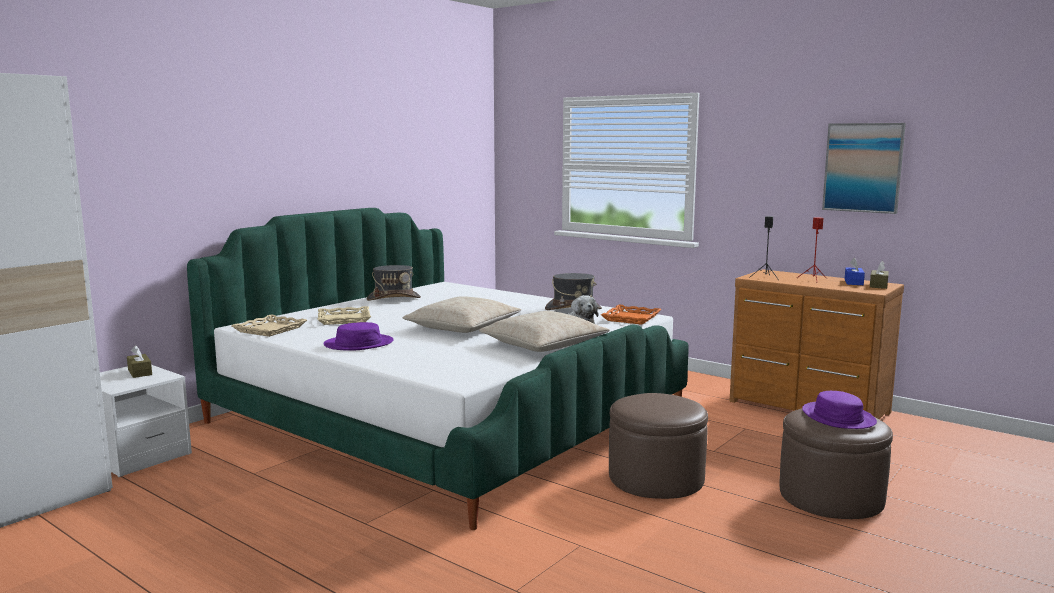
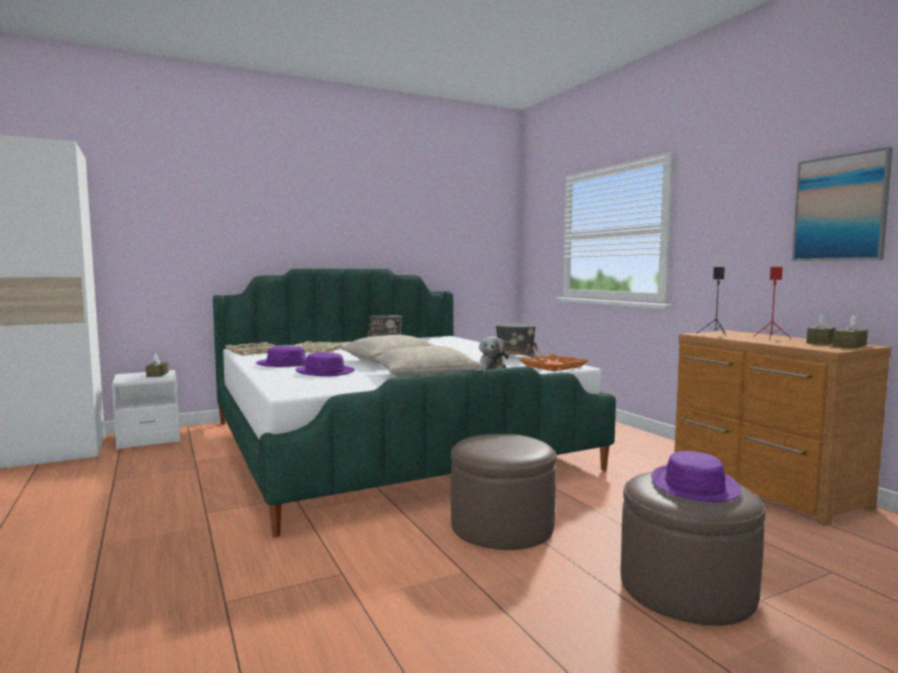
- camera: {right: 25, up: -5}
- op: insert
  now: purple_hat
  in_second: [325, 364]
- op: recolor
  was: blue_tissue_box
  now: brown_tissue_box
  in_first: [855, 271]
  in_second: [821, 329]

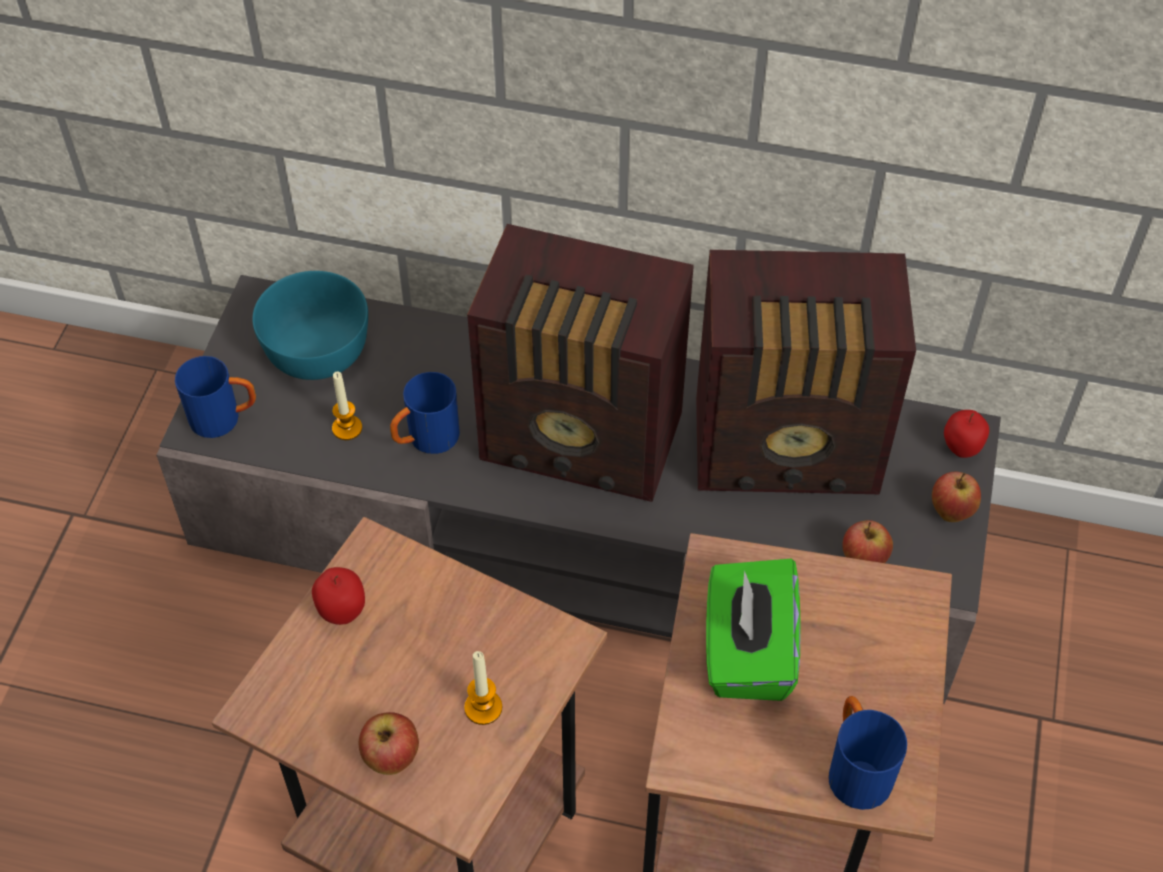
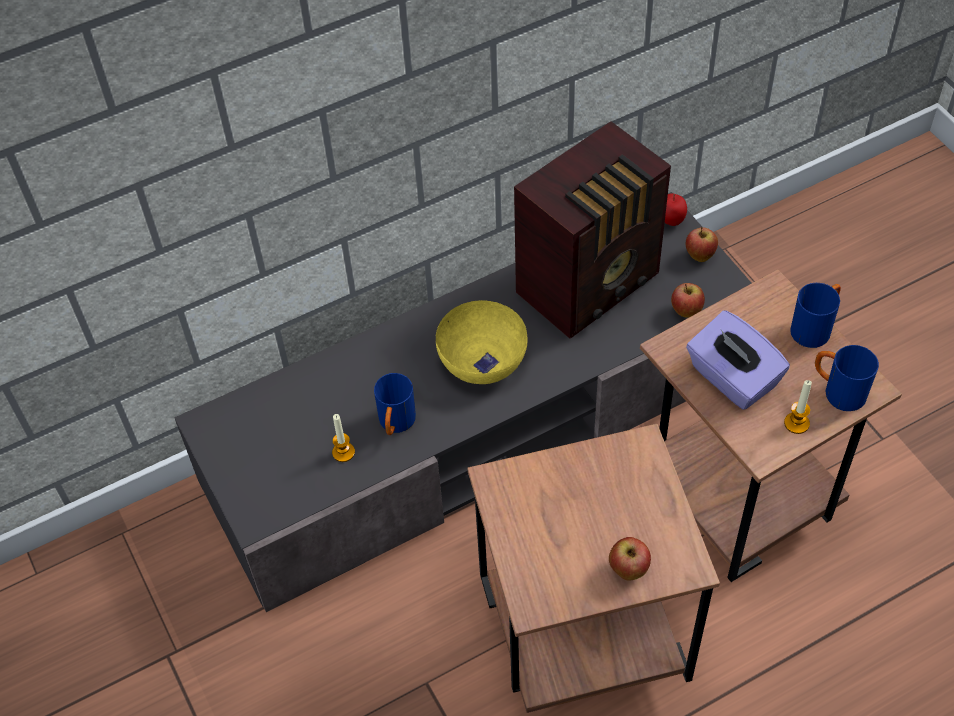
- camera: {right: -40, up: 0}
- op: replace
  was: radio
  now: yellow_bowl
  in_first: [580, 363]
  in_second: [481, 342]
- op: recolor
  was: green_tissue_box
  now: purple_tissue_box
  in_first: [753, 630]
  in_second: [738, 360]
- op: move
  was: candle
  in_first: [483, 688]
  in_second: [798, 407]
- op: move
  was: blue_mug
  in_first: [215, 397]
  in_second: [815, 315]
- op: delete
  was: turquoise_bowl
  in_first: [310, 325]
- op: delete
  was: apple
  in_first: [338, 596]

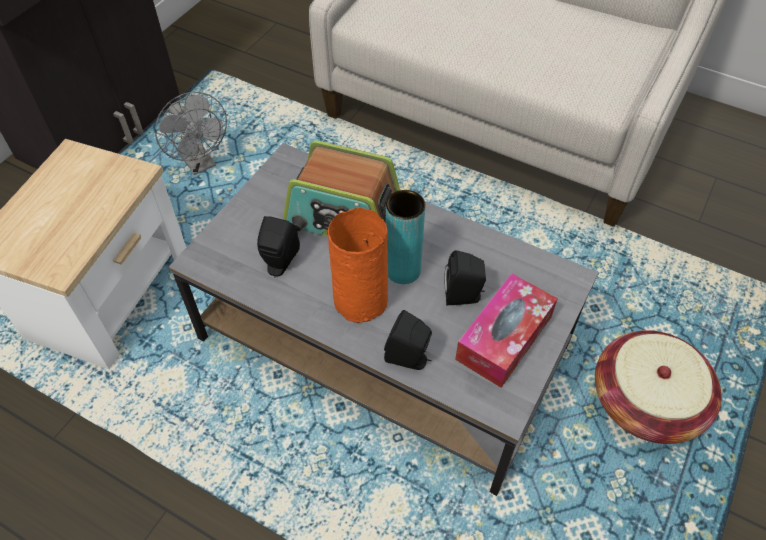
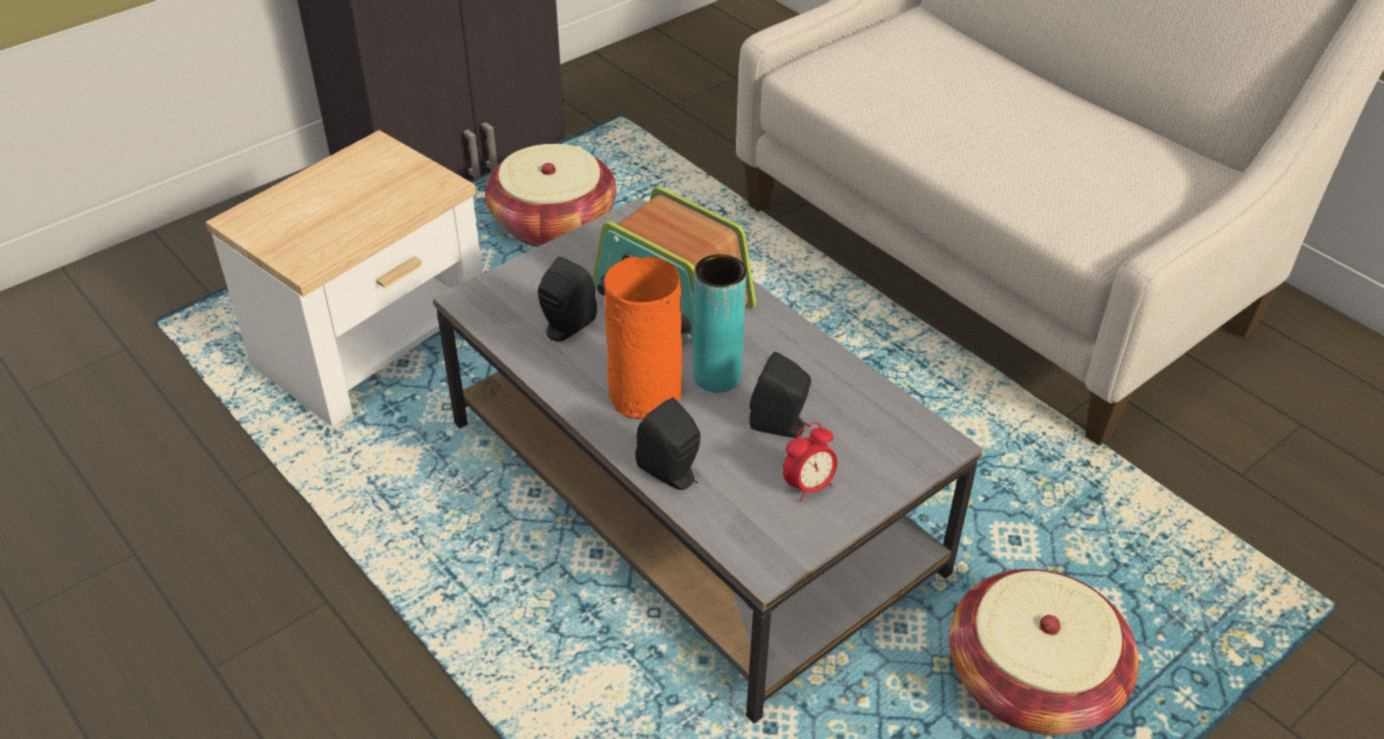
- camera: {right: 20, up: -10}
- op: replace
  was: grey_fan
  now: basket
  in_first: [191, 133]
  in_second: [550, 195]
- op: replace
  was: tissue_box
  now: alarm_clock
  in_first: [506, 330]
  in_second: [810, 462]

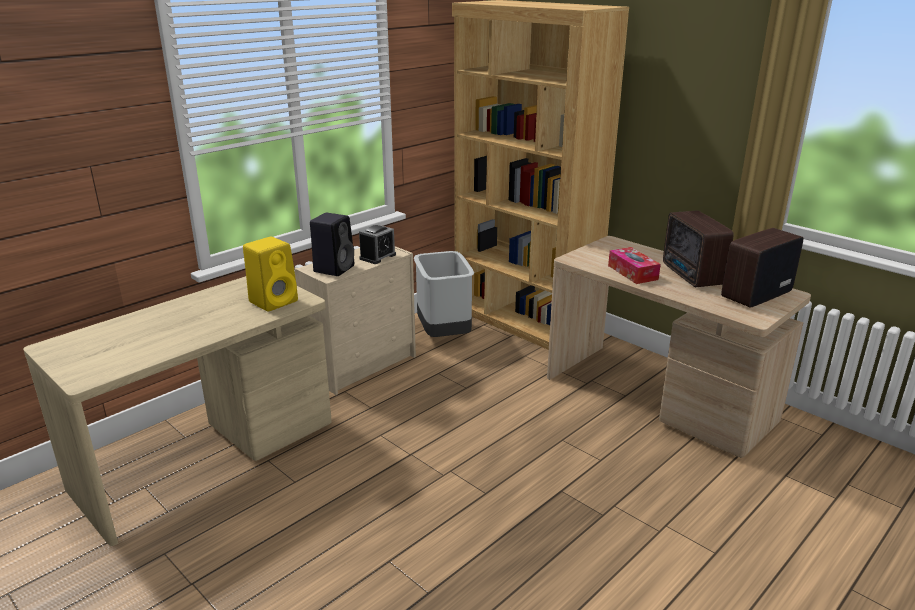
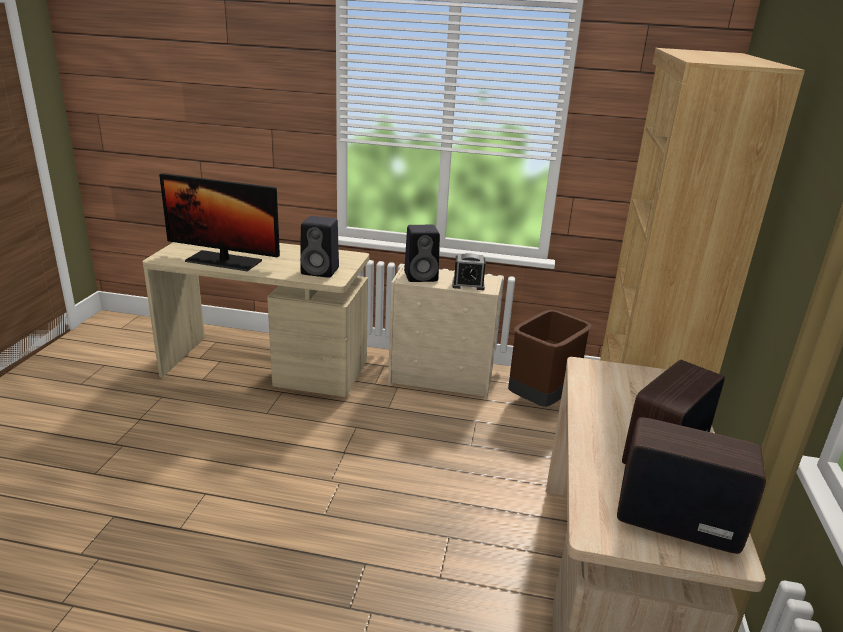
- camera: {right: 55, up: 0}
- op: insert
  now: monitor
  in_second: [219, 222]
- op: recolor
  was: yellow_speaker
  now: black_speaker
  in_first: [270, 273]
  in_second: [319, 247]
- op: recolor
  was: grey_trash_can
  now: brown_trash_can
  in_first: [444, 294]
  in_second: [550, 358]
- op: delete
  was: tissue_box
  in_first: [634, 265]

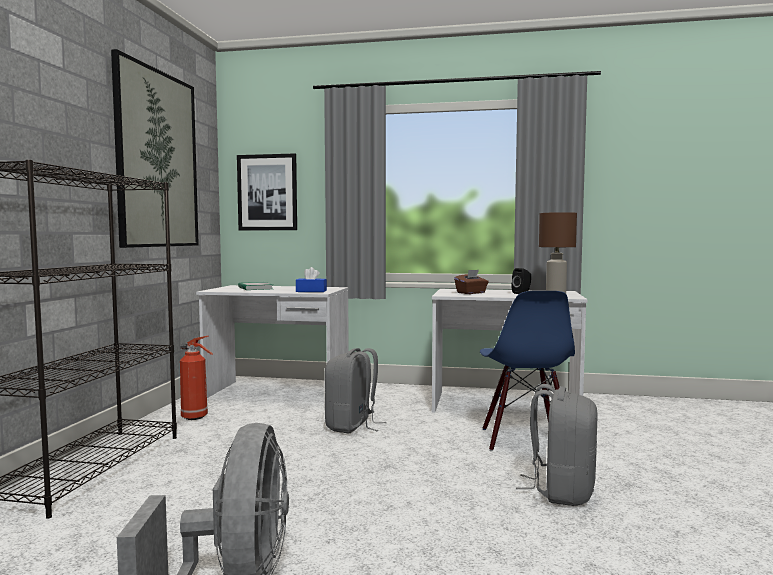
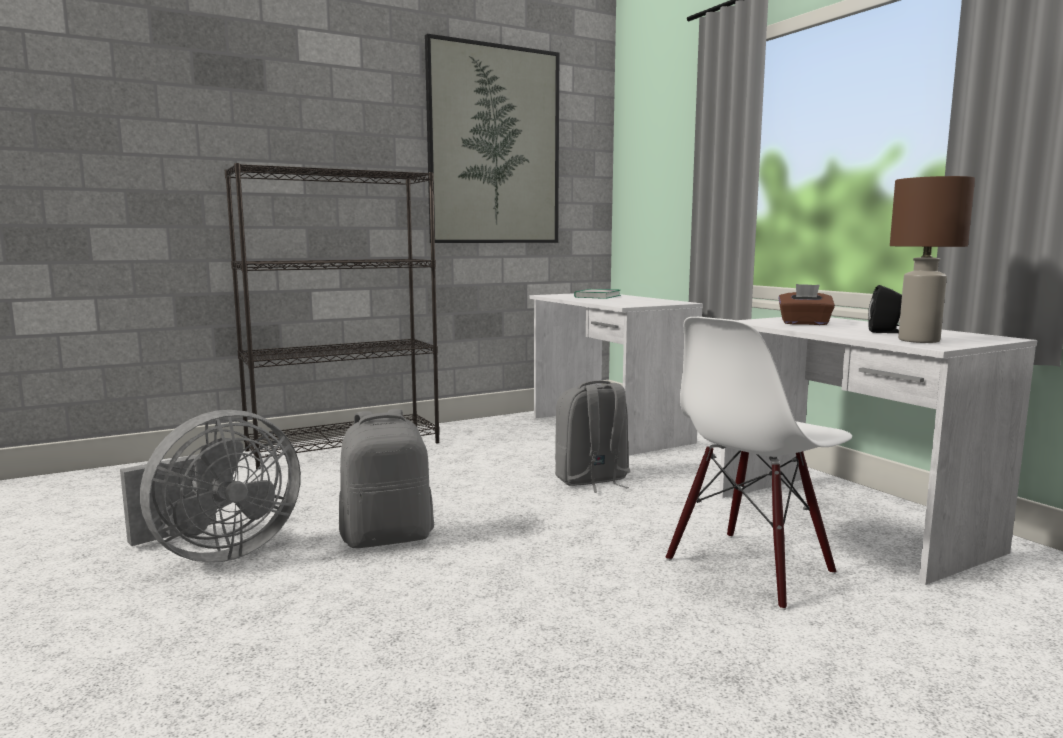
- camera: {right: 50, up: 5}
- op: move
  was: grey_backpack
  in_first: [557, 445]
  in_second: [386, 478]
- op: recolor
  was: blue_chair
  now: white_chair
  in_first: [527, 371]
  in_second: [759, 463]
- op: delete
  was: fire_extinguisher
  in_first: [196, 378]
- op: delete
  was: picture
  in_first: [267, 191]
- op: delete
  was: blue_tissue_box
  in_first: [311, 279]

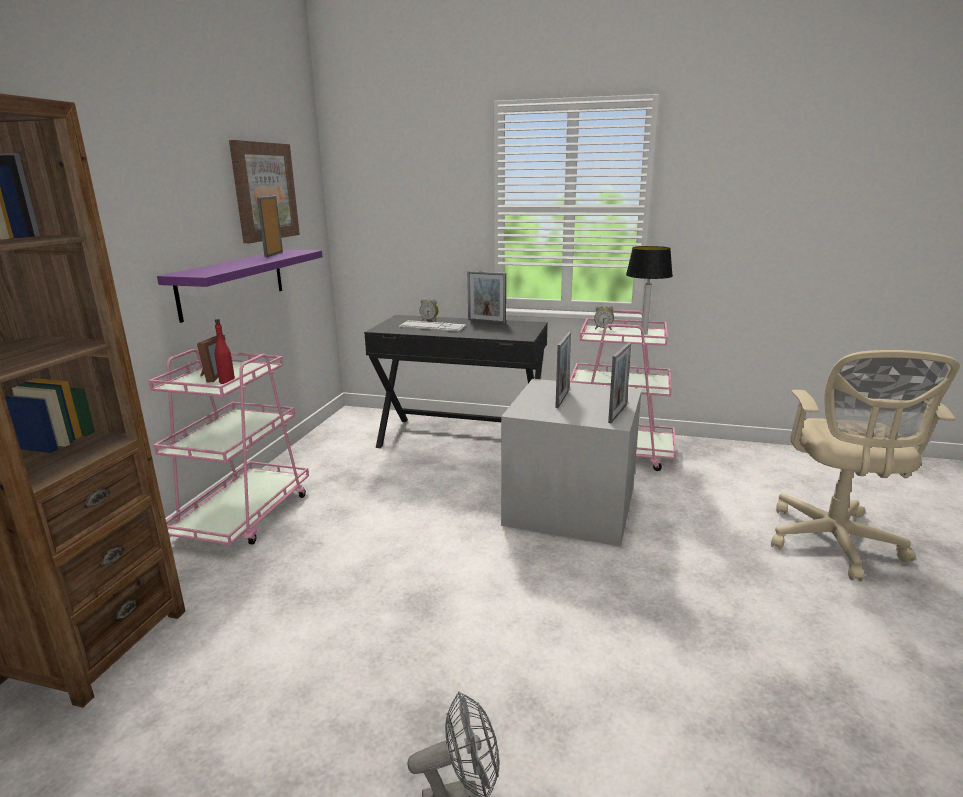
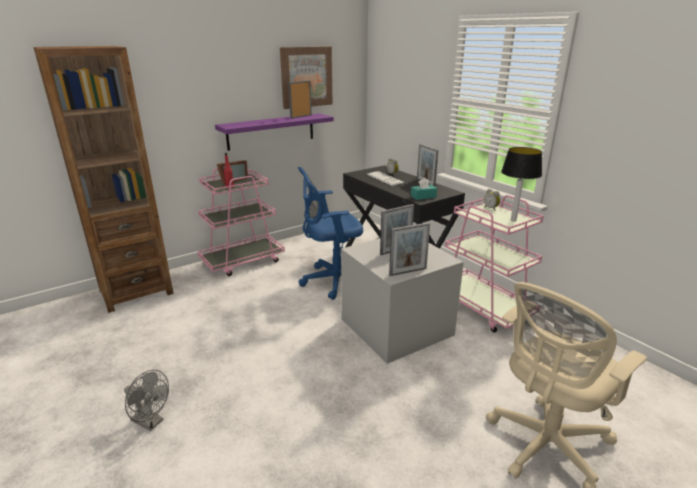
- camera: {right: 40, up: 5}
- op: insert
  now: blue_office_chair
  in_second: [330, 233]
- op: insert
  now: turquoise_tissue_box
  in_second: [424, 189]

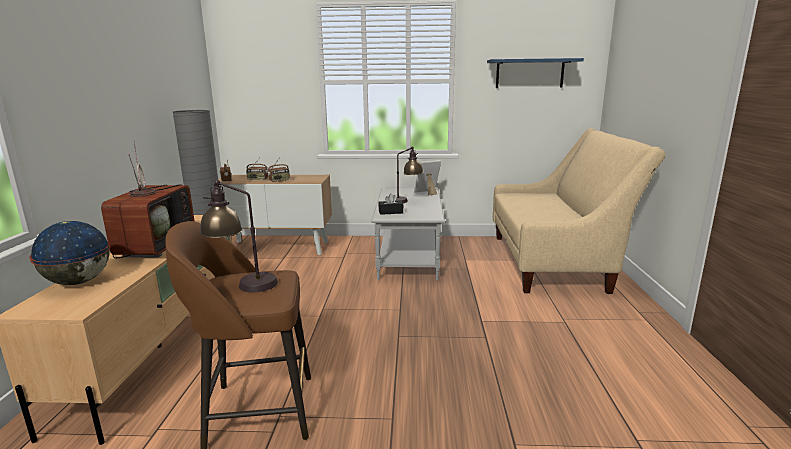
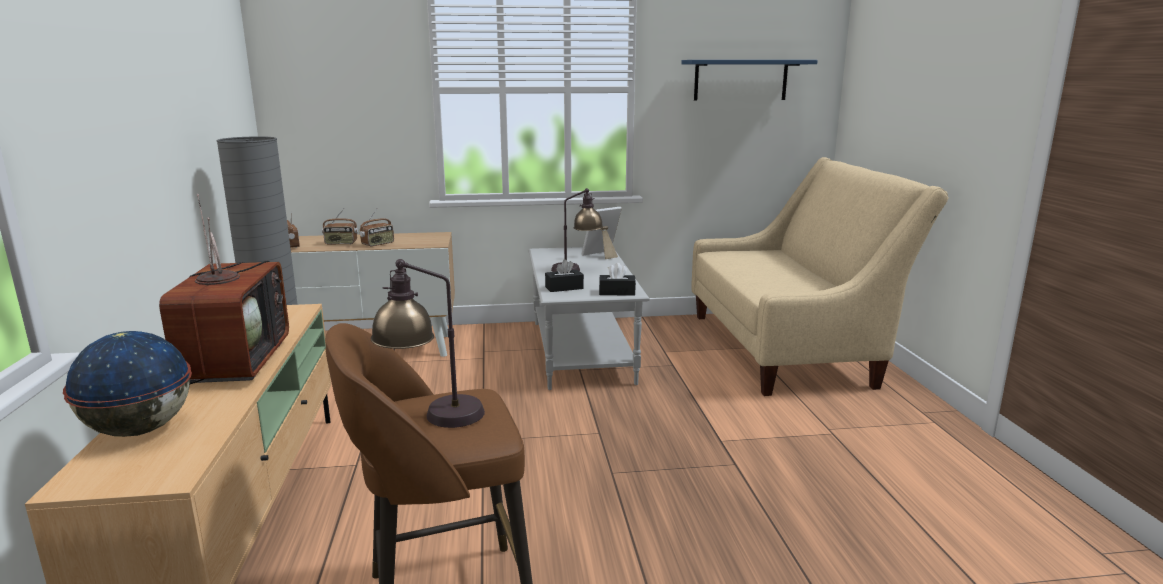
- camera: {right: -10, up: 0}
- op: insert
  now: black_tissue_box
  in_second: [617, 279]

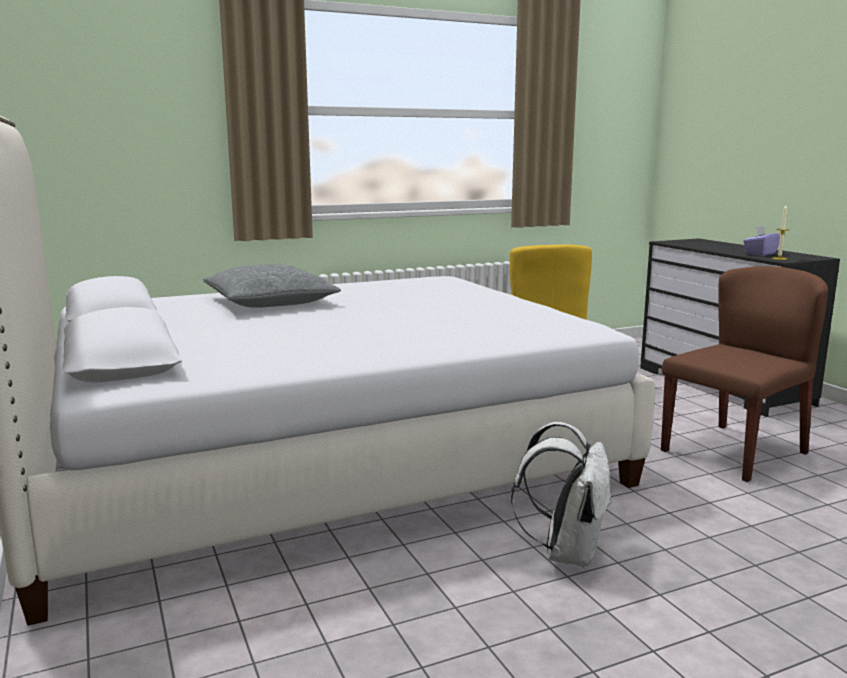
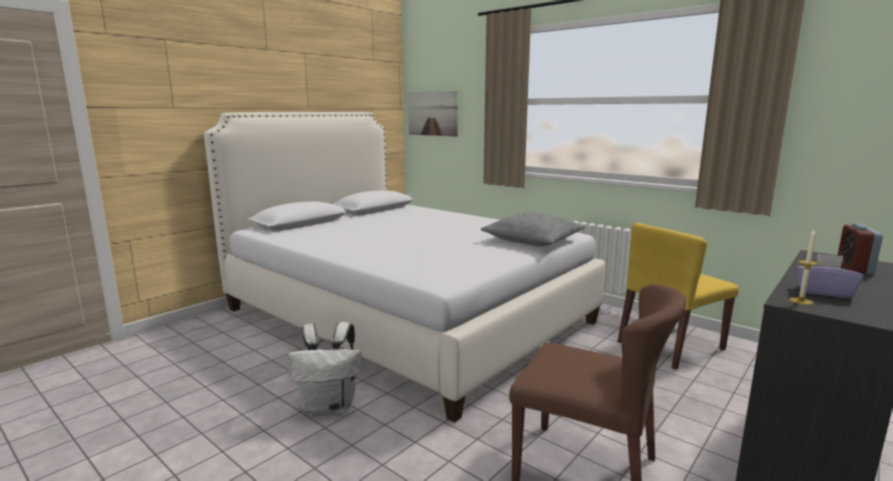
- camera: {right: 65, up: 0}
- op: insert
  now: picture
  in_second: [433, 113]
- op: move
  was: grey_pillow
  in_first: [272, 286]
  in_second: [533, 229]
- op: insert
  now: alarm_clock
  in_second: [860, 249]

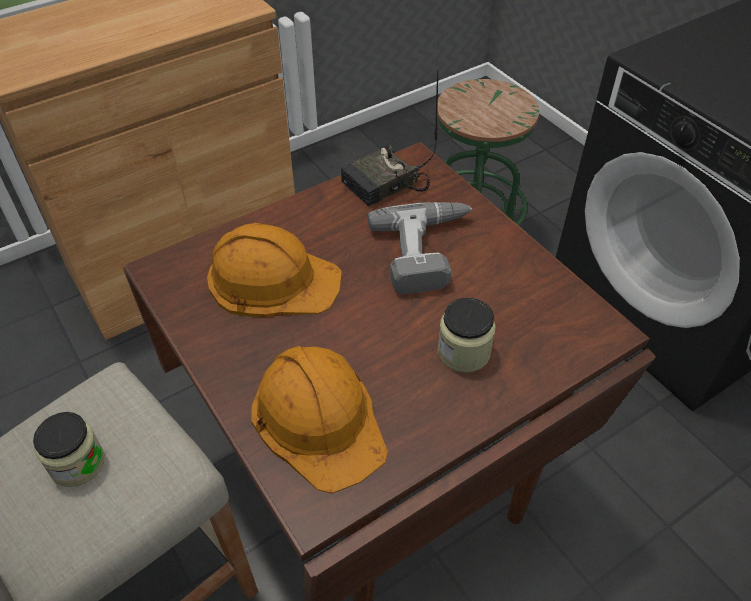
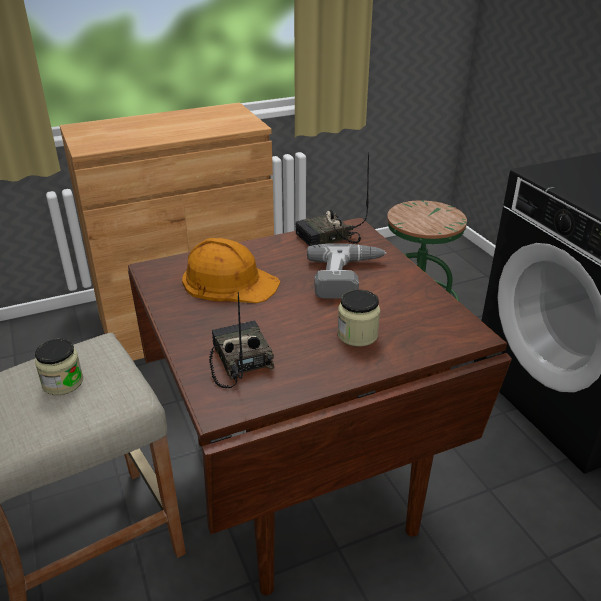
- camera: {right: 10, up: -15}
- op: replace
  was: orange_hard_hat
  now: radio
  in_first: [319, 420]
  in_second: [241, 340]

